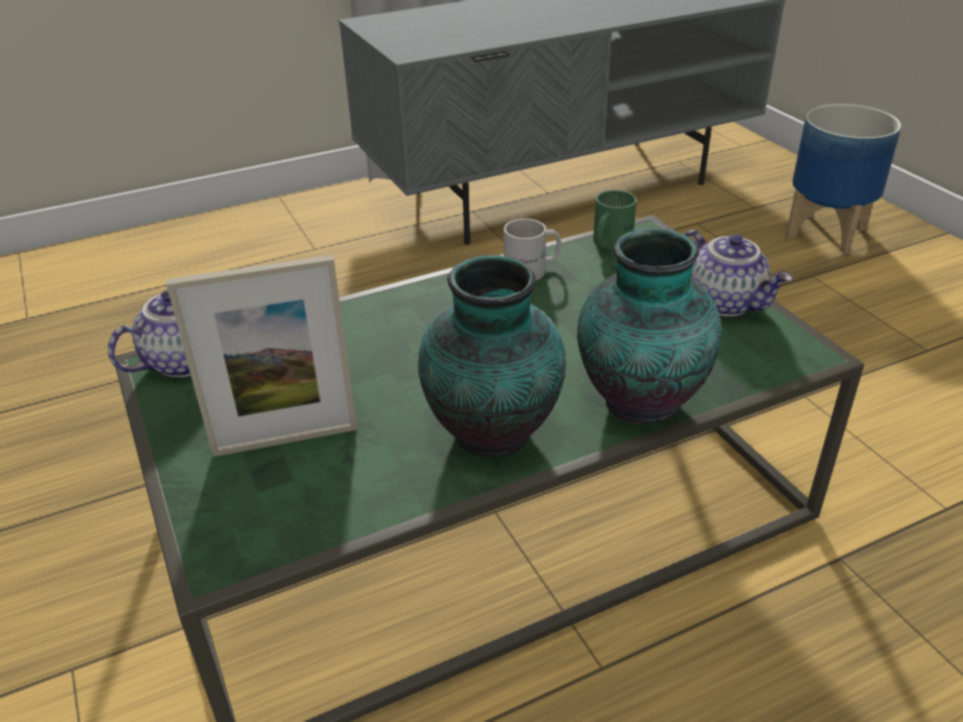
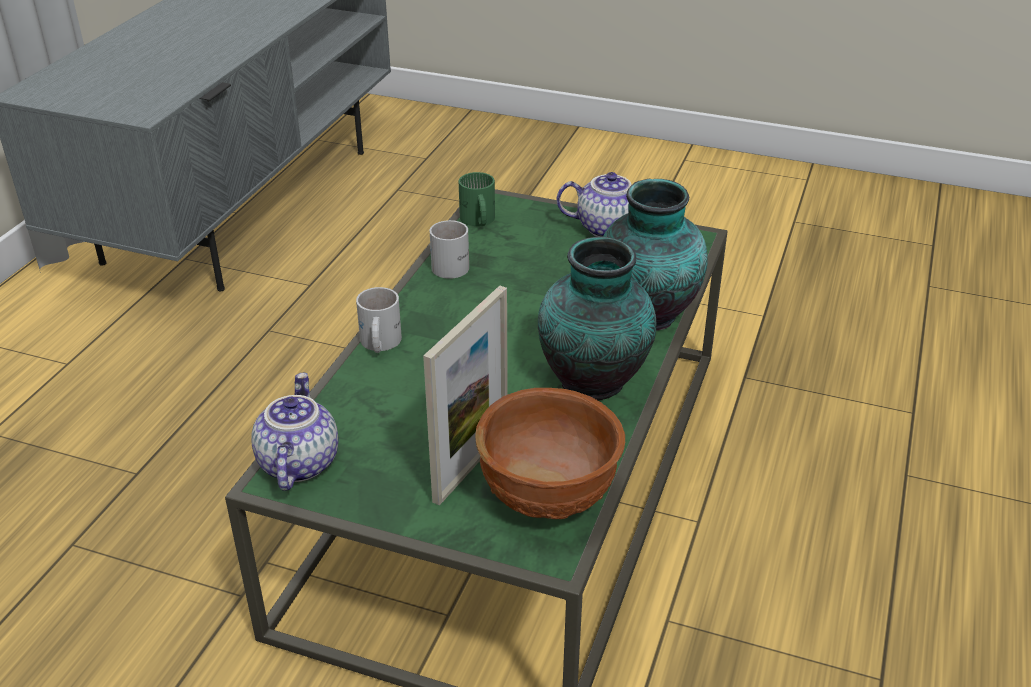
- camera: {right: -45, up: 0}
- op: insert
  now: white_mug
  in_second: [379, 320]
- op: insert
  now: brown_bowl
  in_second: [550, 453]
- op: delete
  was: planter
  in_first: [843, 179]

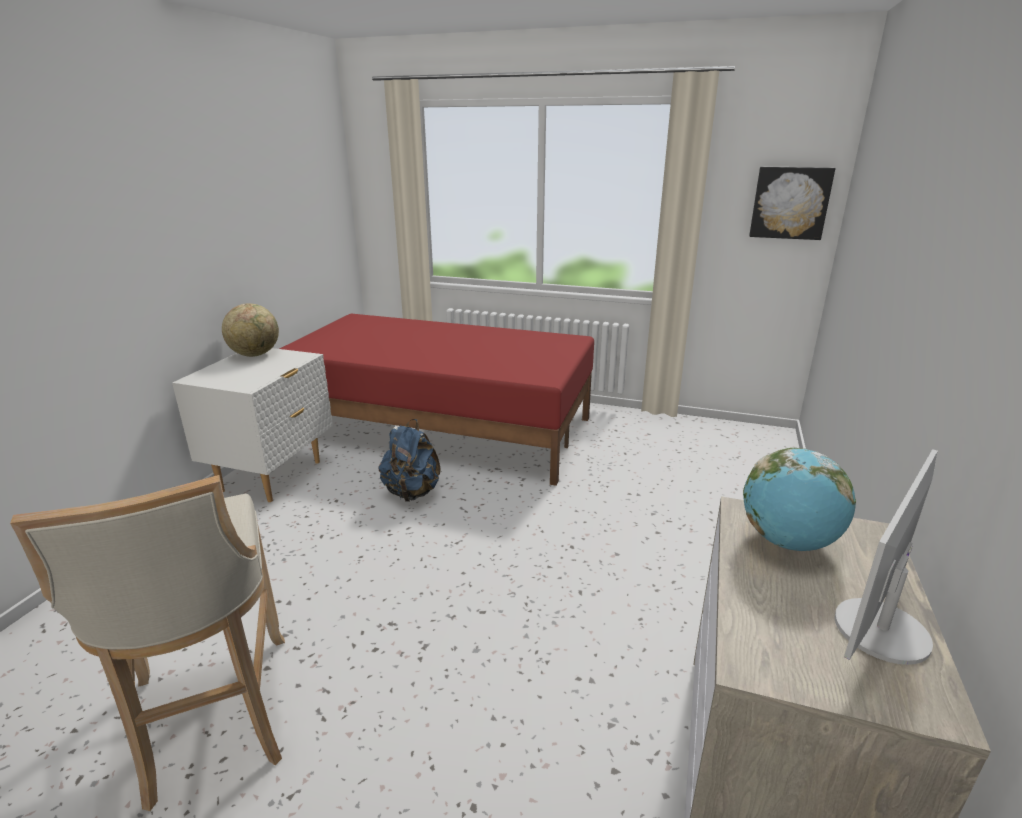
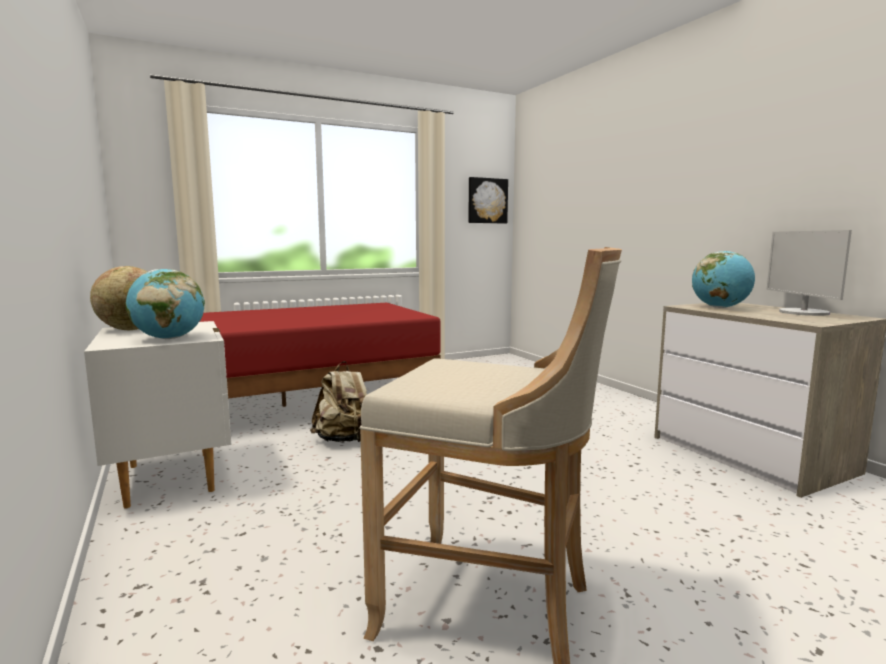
- camera: {right: -45, up: -15}
- op: insert
  now: globe
  in_second: [165, 304]
- op: recolor
  was: blue_backpack
  now: beige_backpack
  in_first: [409, 460]
  in_second: [338, 401]

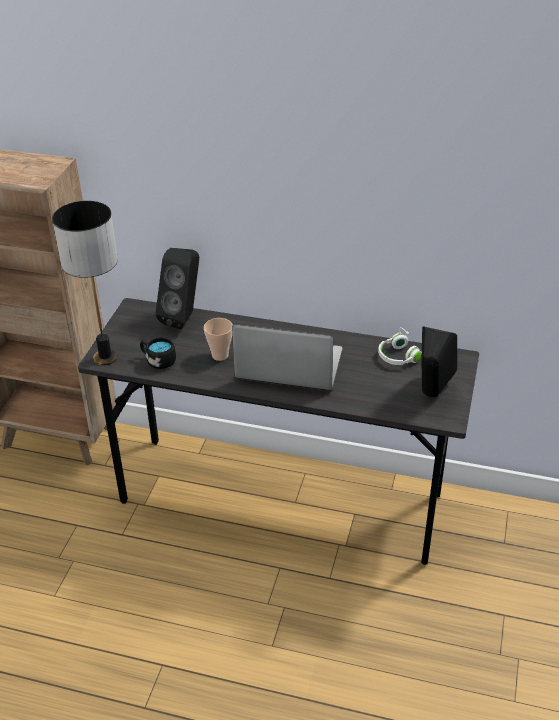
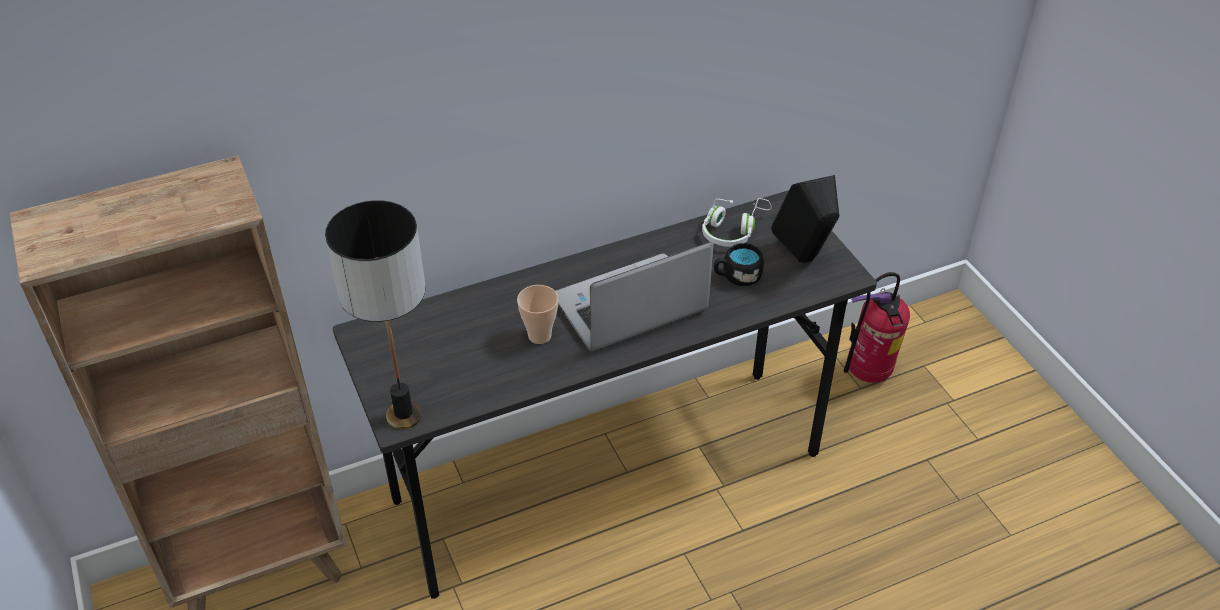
- camera: {right: -40, up: 5}
- op: move
  was: black_mug
  in_first: [158, 353]
  in_second: [739, 264]
- op: insert
  now: fire_extinguisher
  in_second: [877, 327]
- op: delete
  was: black_speaker
  in_first: [177, 288]

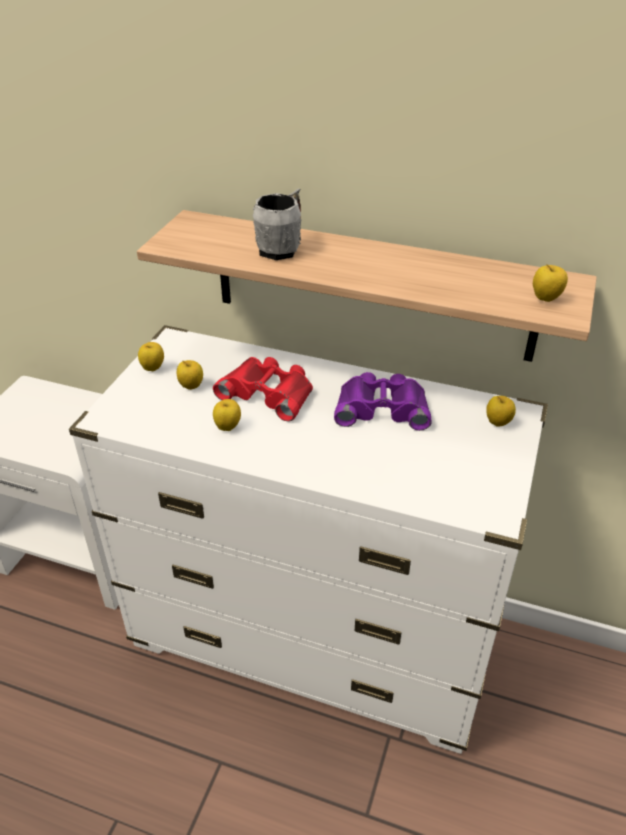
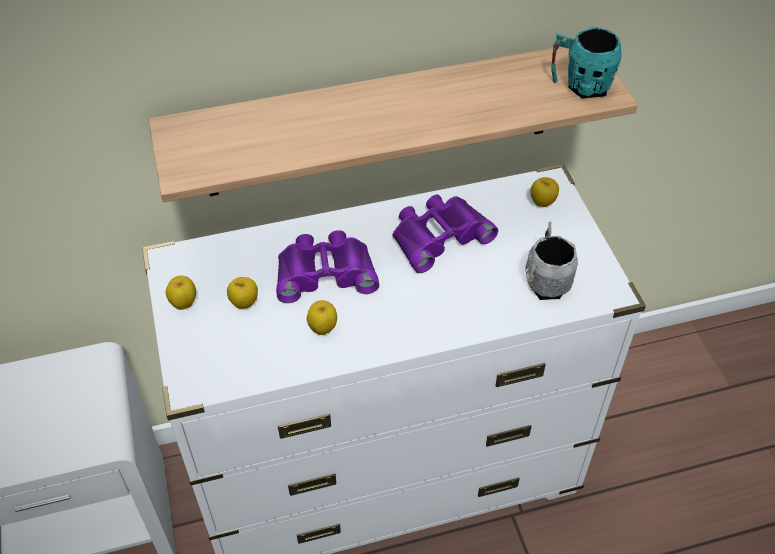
- camera: {right: -35, up: 10}
- op: recolor
  was: red_binoculars
  now: purple_binoculars
  in_first: [263, 389]
  in_second: [327, 266]
- op: move
  was: grey_mug
  in_first: [277, 224]
  in_second: [551, 261]
- op: replace
  was: apple
  now: turquoise_mug
  in_first: [550, 283]
  in_second: [586, 63]

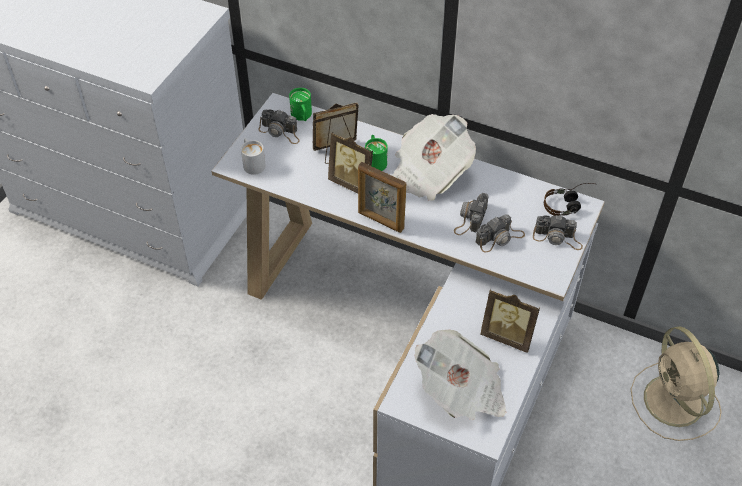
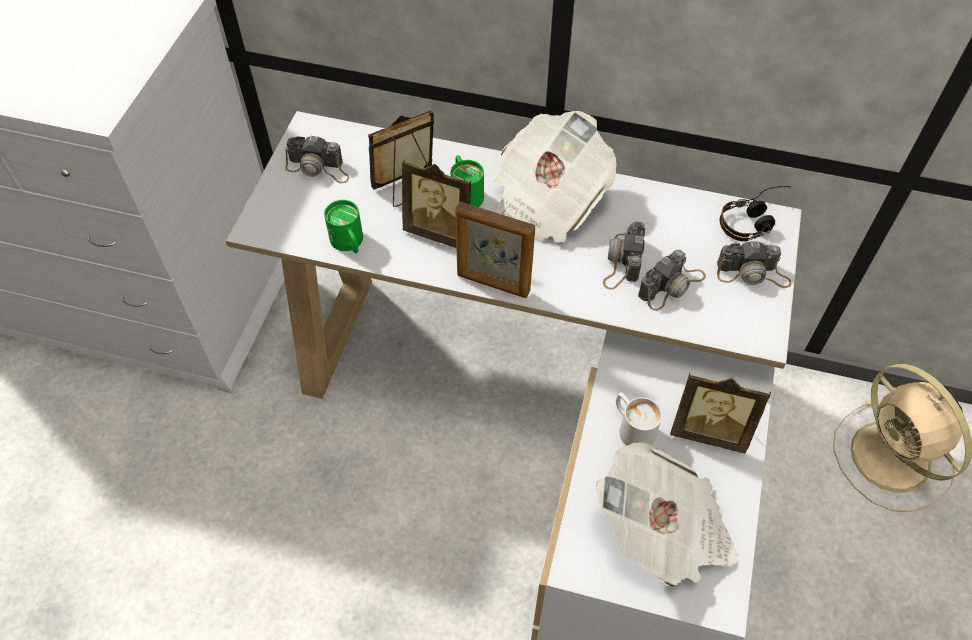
- camera: {right: -10, up: 5}
- op: move
  was: green_mug
  in_first: [300, 104]
  in_second: [343, 226]
- op: move
  was: white_mug
  in_first: [253, 156]
  in_second: [639, 419]

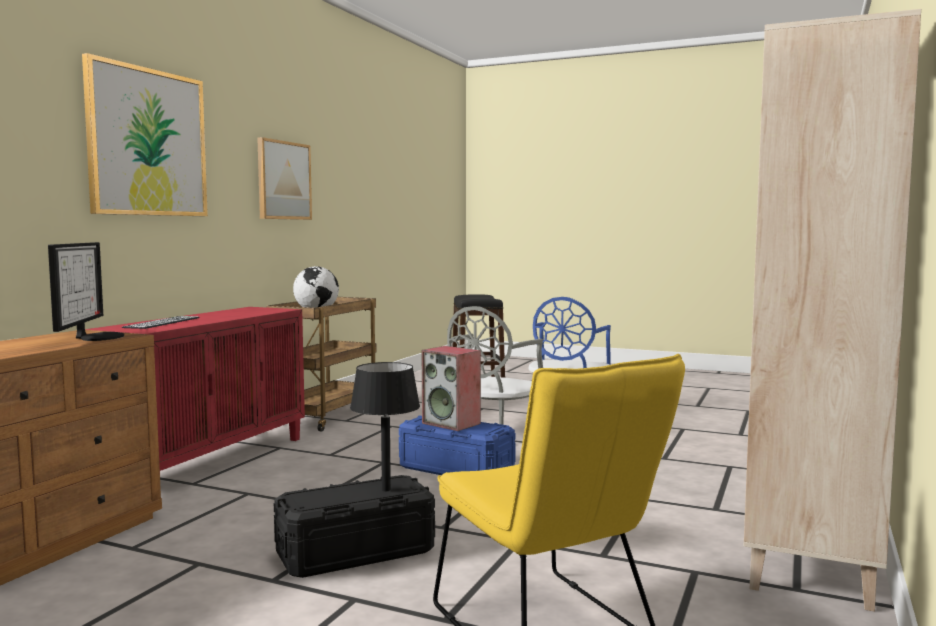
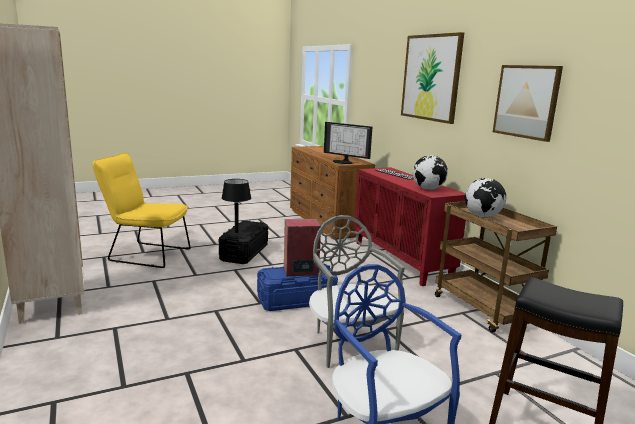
- camera: {right: 130, up: 10}
- op: insert
  now: globe
  in_second: [430, 172]

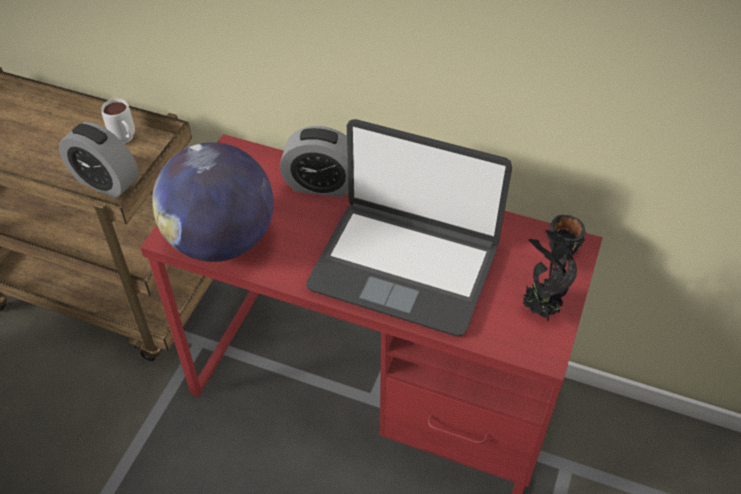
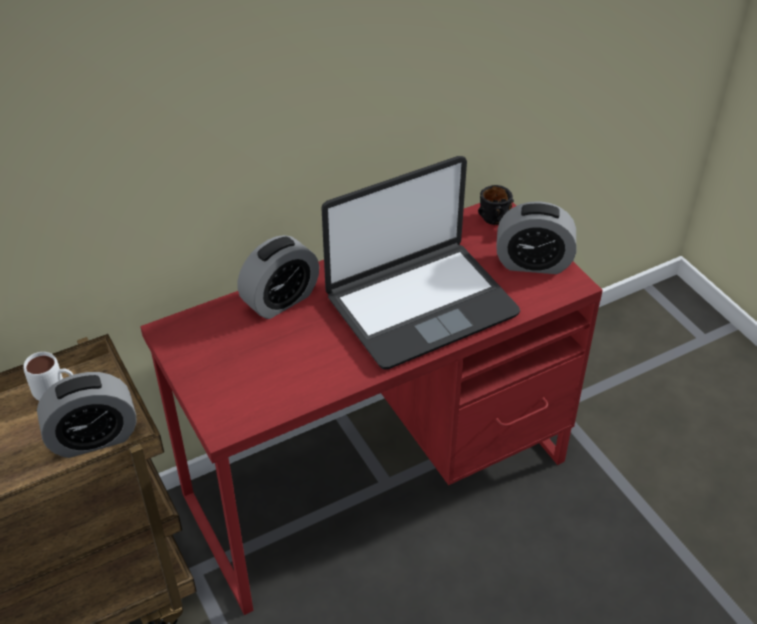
- camera: {right: -50, up: -5}
- op: replace
  was: potted_plant
  now: alarm_clock
  in_first: [550, 276]
  in_second: [536, 237]
- op: delete
  was: globe
  in_first: [212, 202]

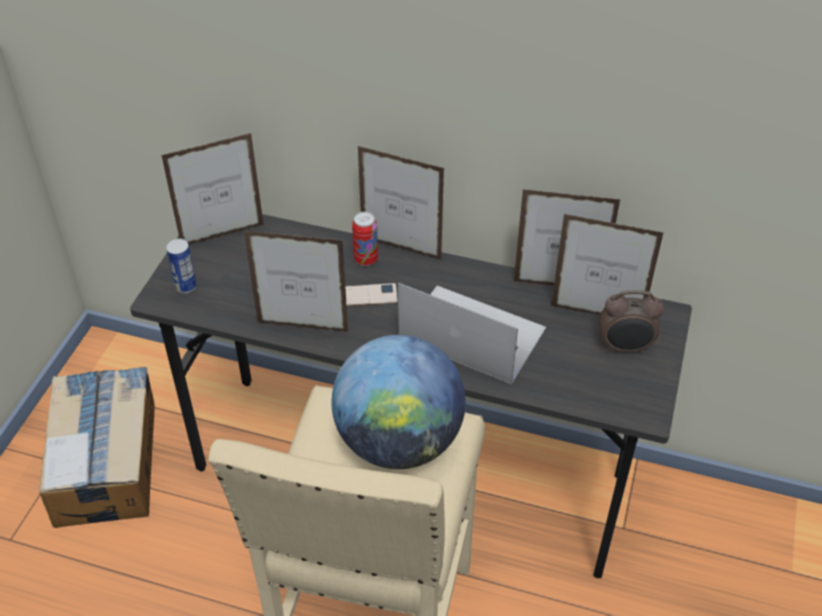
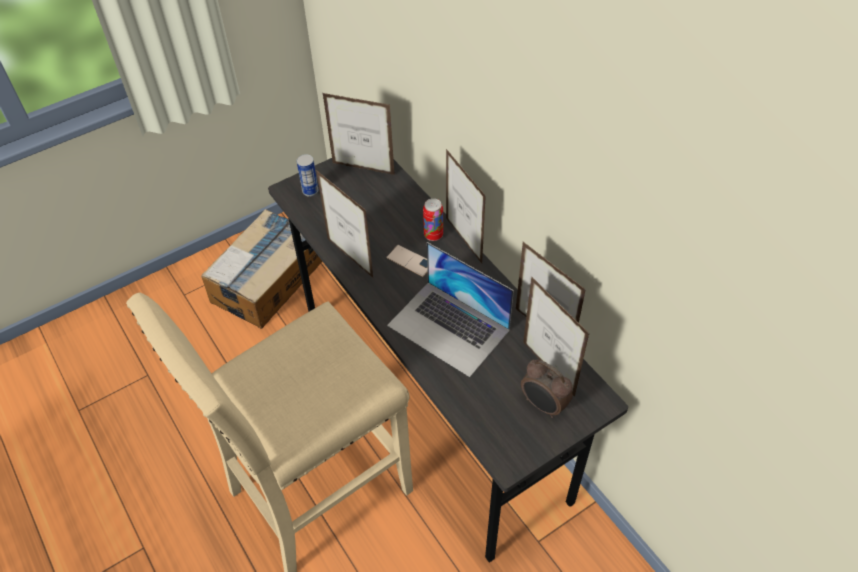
- camera: {right: 40, up: 5}
- op: rotate
  was: laptop
  in_first: [472, 333]
  in_second: [450, 309]
  clockwise: 150
- op: delete
  was: globe
  in_first: [399, 402]

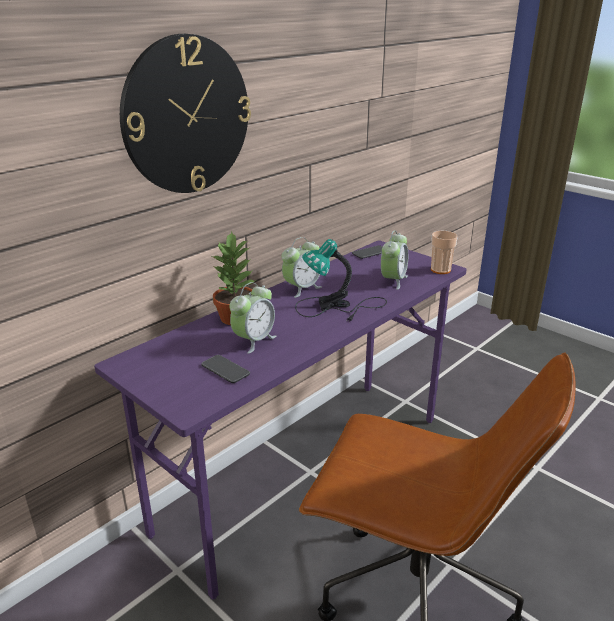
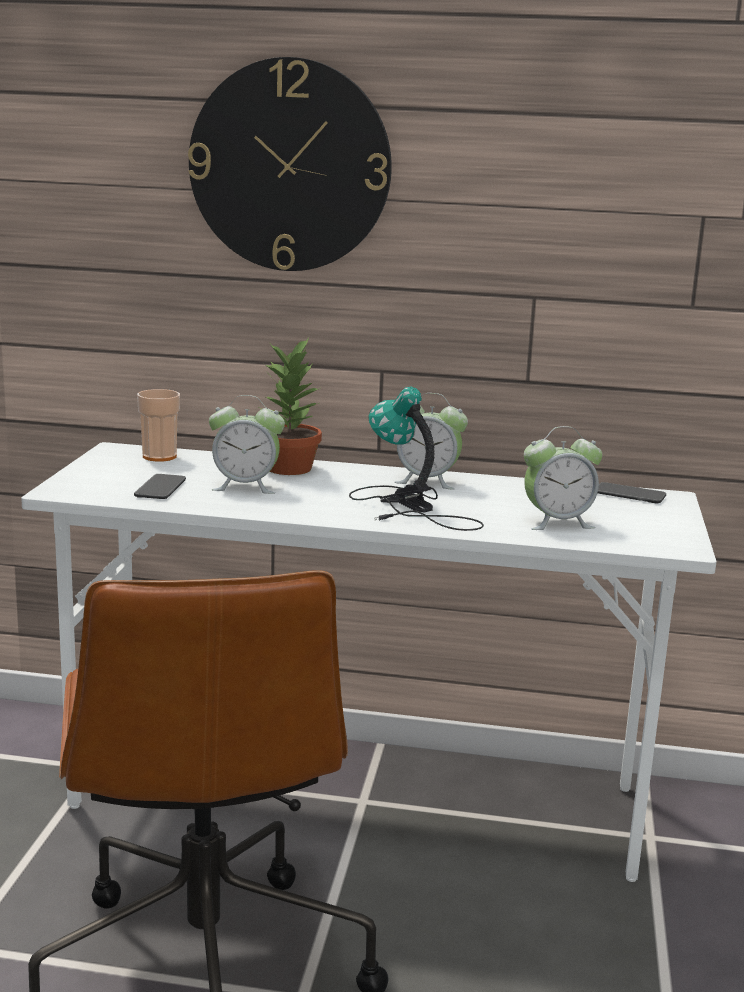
- camera: {right: 55, up: -10}
- op: recolor
  was: purple_desk
  now: white_desk
  in_first: [280, 420]
  in_second: [369, 662]
- op: move
  was: cup
  in_first: [444, 252]
  in_second: [158, 425]

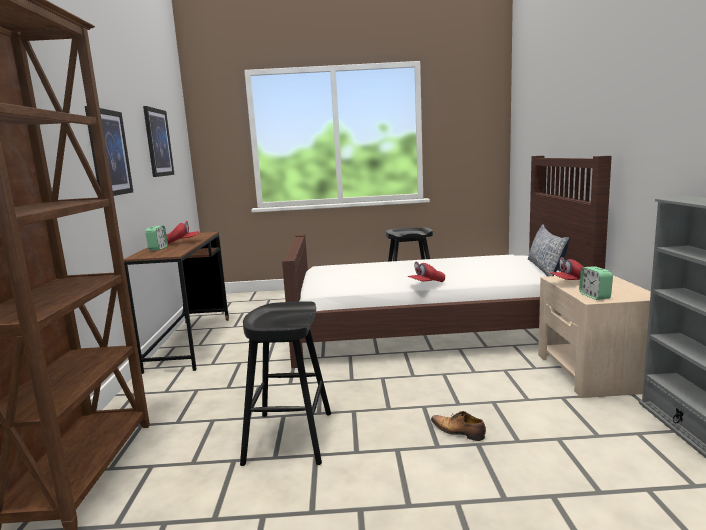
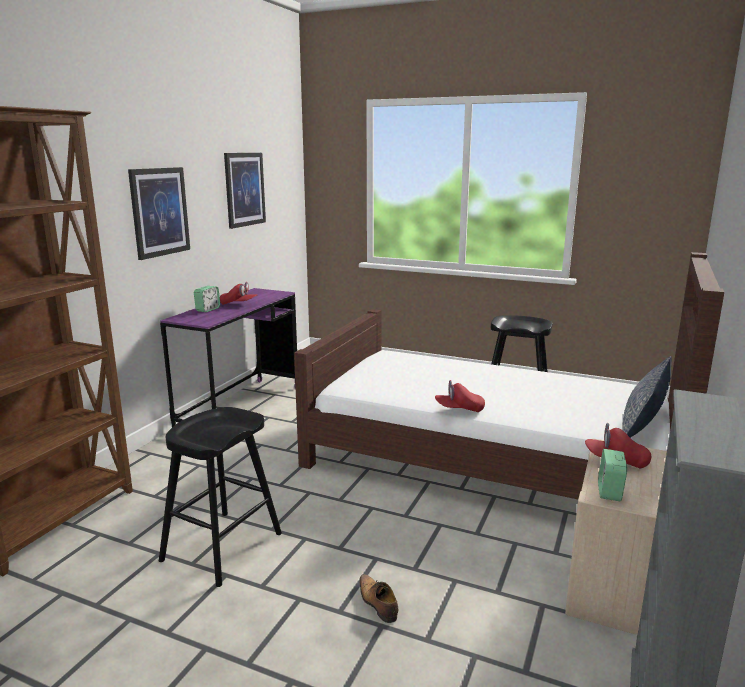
- camera: {right: 25, up: 5}
- op: recolor
  was: brown_desk
  now: purple_desk
  in_first: [176, 303]
  in_second: [228, 357]

